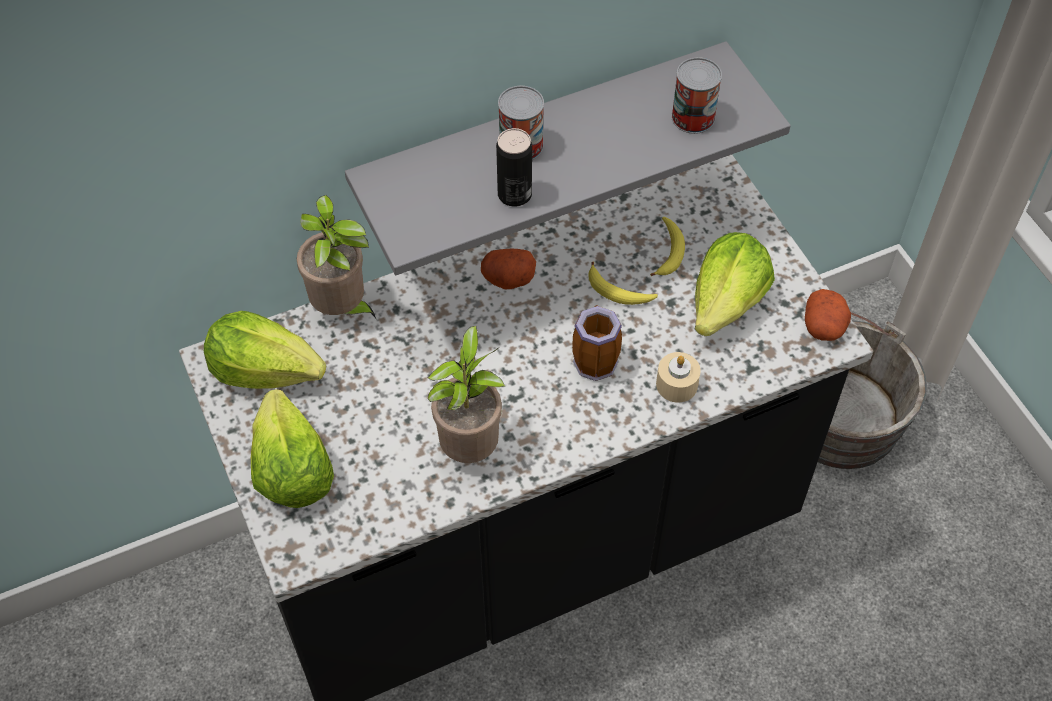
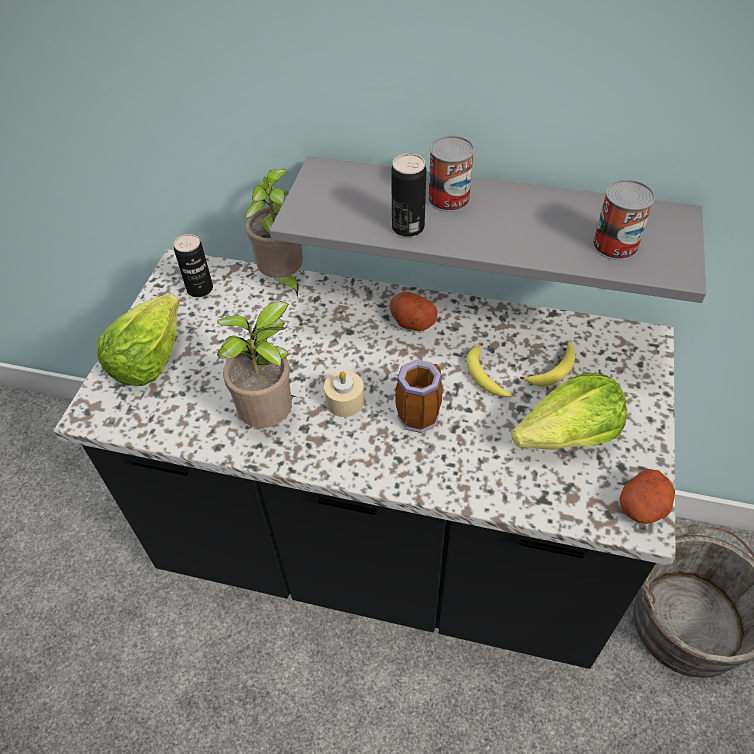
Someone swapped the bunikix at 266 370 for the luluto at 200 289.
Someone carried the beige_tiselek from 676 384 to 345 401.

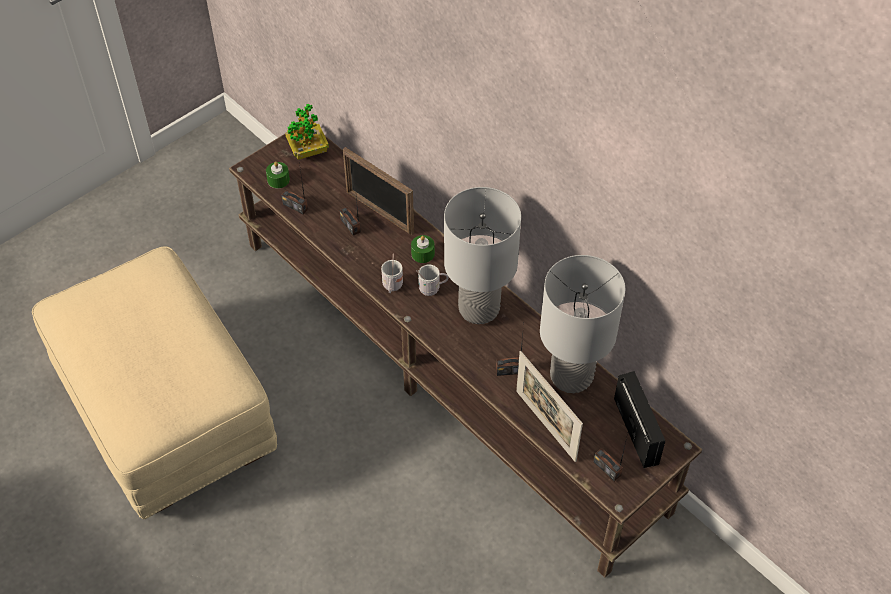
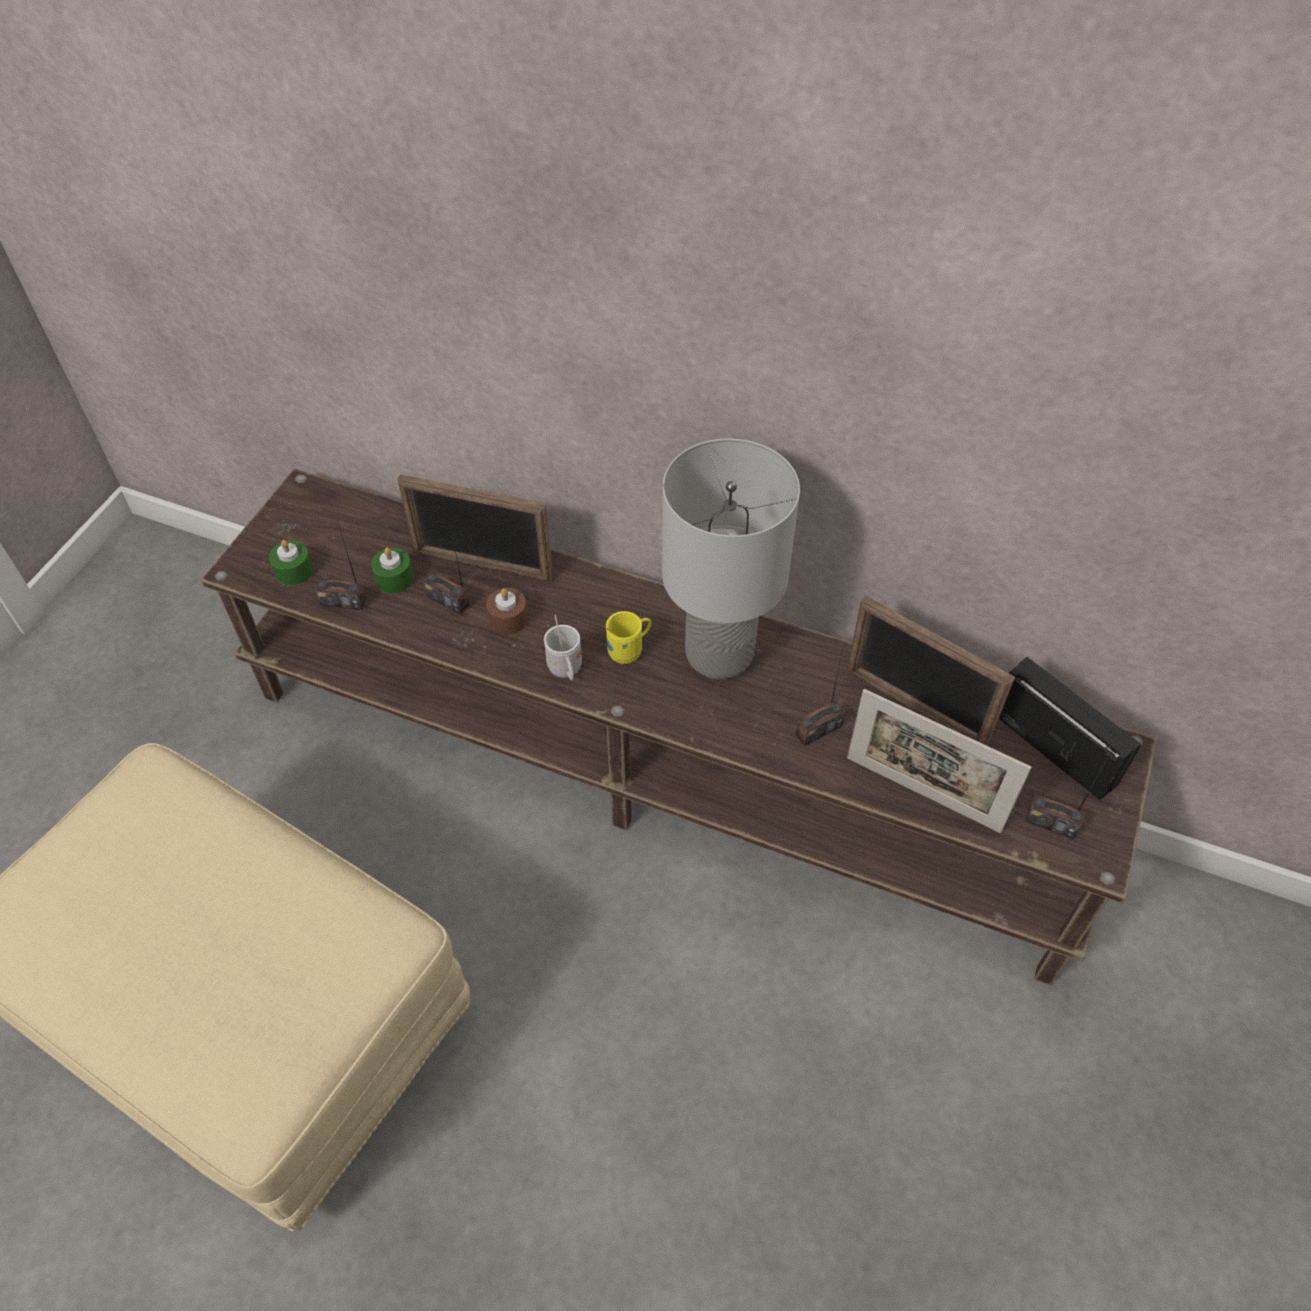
Someone took away the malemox at 308 150.
Someone carried the green_tiselek from 423 254 to 394 578.
Someone repainted the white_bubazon at 432 288, which became the yellow_bubazon at 629 650.
Someone swapped the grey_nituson at 572 379 for the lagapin at 915 707.
Someone put down the brown_tiselek at 508 619.

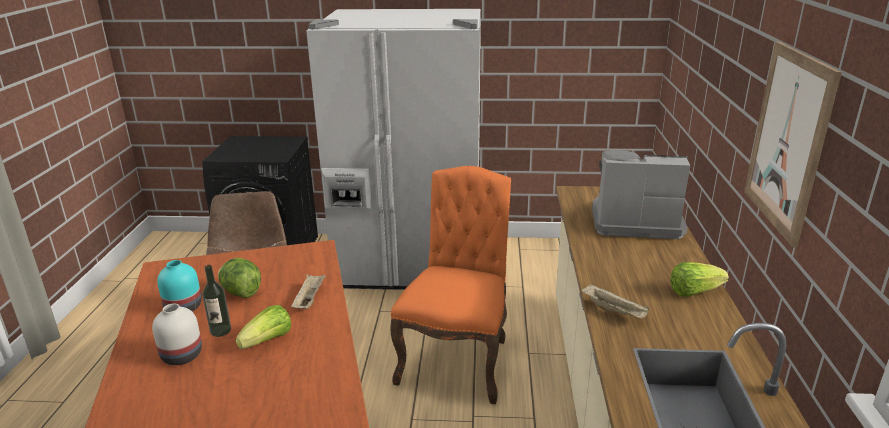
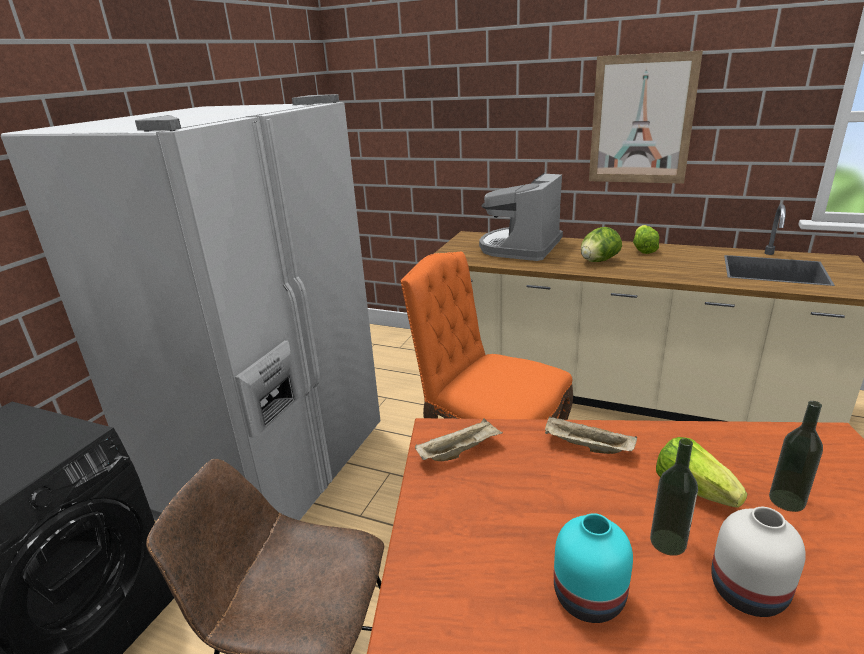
Someone carried the bunikix from 241 293 to 598 261.
Someone carried the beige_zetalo from 615 311 to 459 451.
Someone put down the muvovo at 786 500.

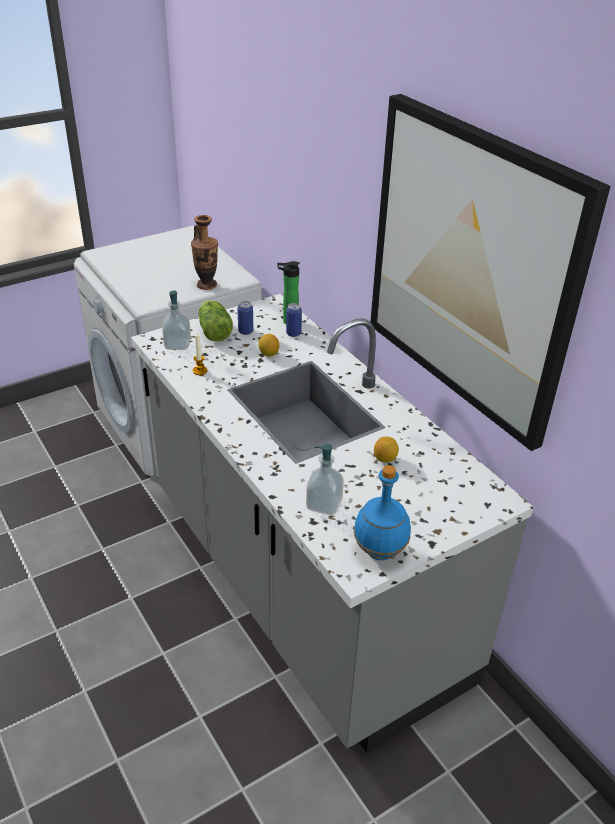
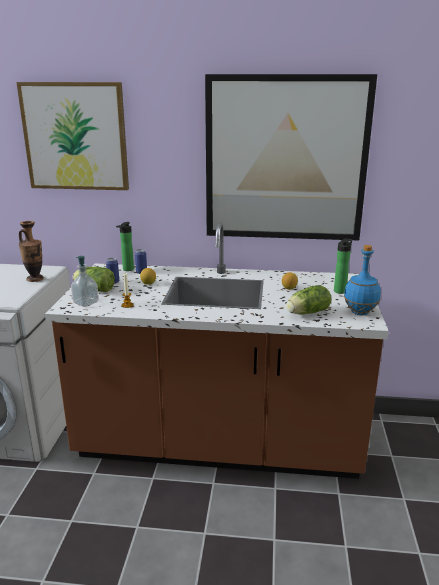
Someone repainted the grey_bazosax at 302 585, which became the brown_bazosax at 219 442.
Someone swapped the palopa at 324 504 for the bunikix at 306 313.
Someone put up the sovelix at 75 137.
Someone put down the muvovo at 340 290.

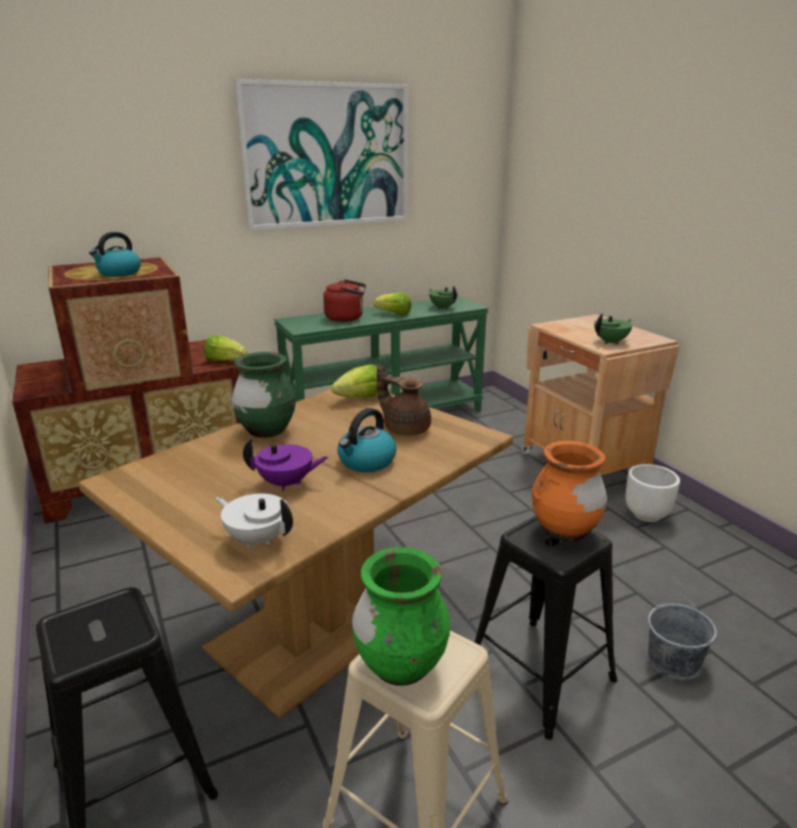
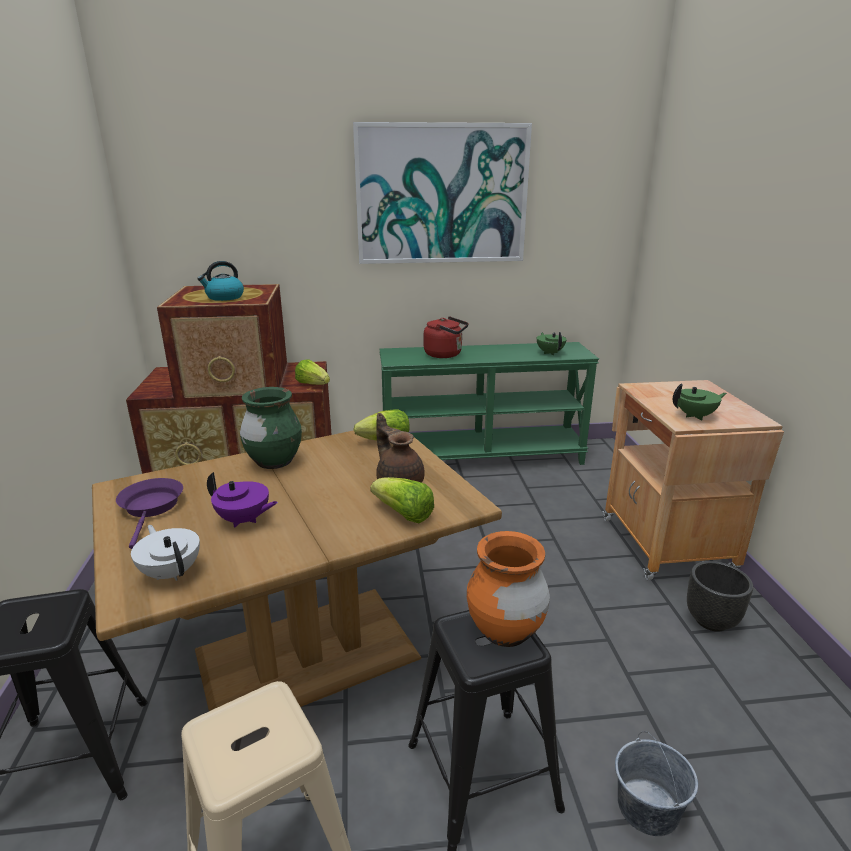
Someone took away the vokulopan at 366 462.
Someone took away the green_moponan at 401 665.
Someone carried the bunikix from 394 314 to 403 514.
Someone repainted the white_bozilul at 647 515, which became the black_bozilul at 712 621.
Someone put down the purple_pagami at 151 508.

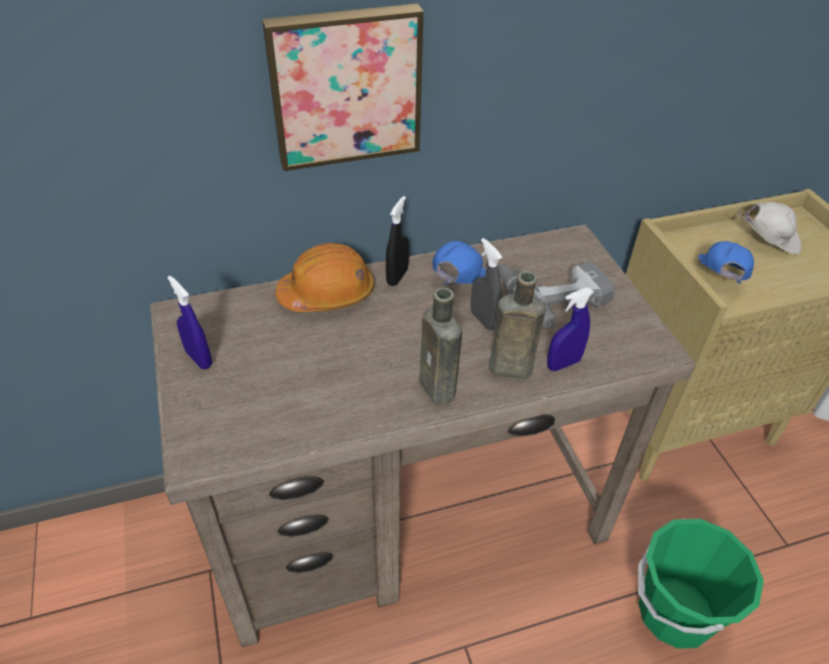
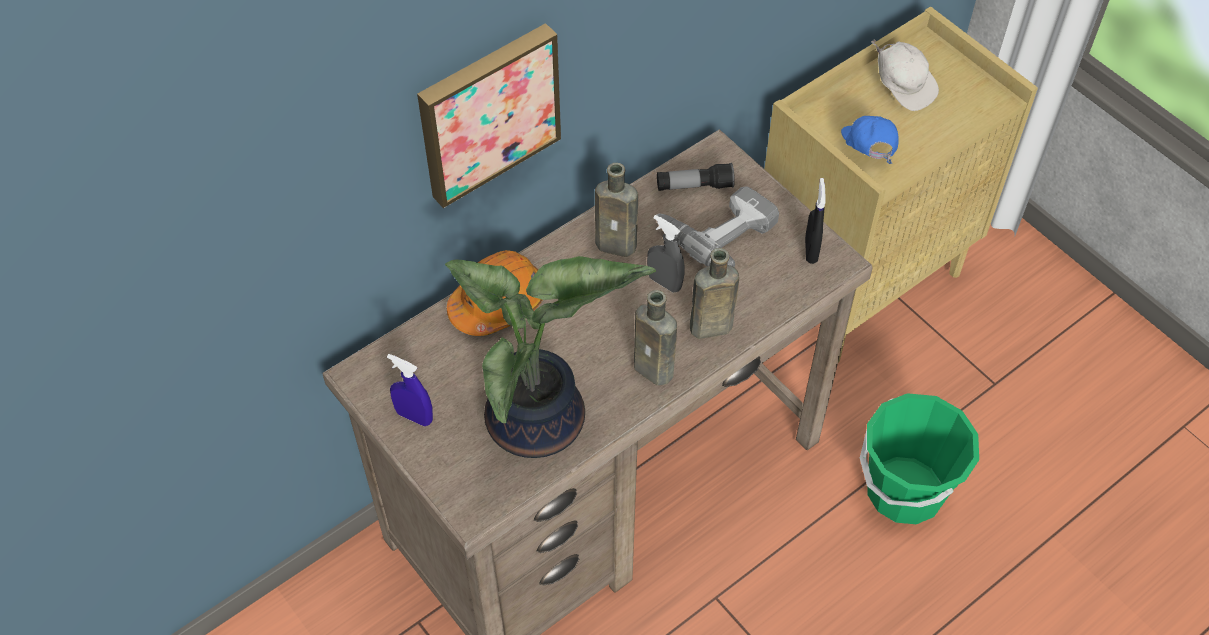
Someone carried the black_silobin from 397 277 to 811 250.
Someone swapped the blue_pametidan at 456 281 for the brown_muvovo at 619 245.
Someone took away the blue_silobin at 563 364.
Someone rotated the white_pametidan at 767 241 by 60 degrees clockwise.
Someone put down the malemox at 540 425.
Someone put down the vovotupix at 694 186.

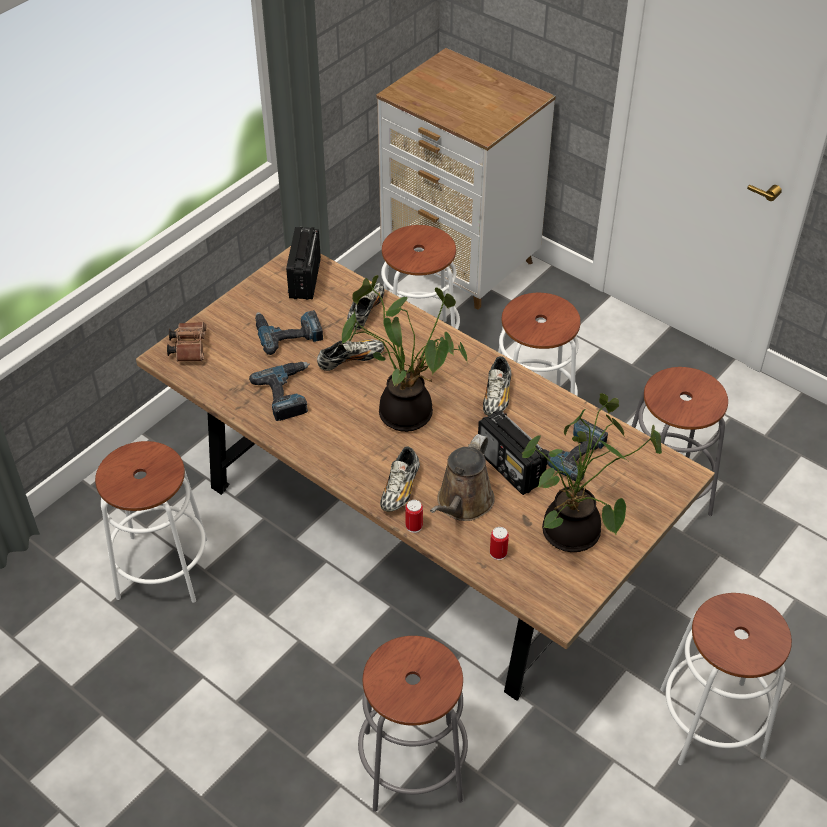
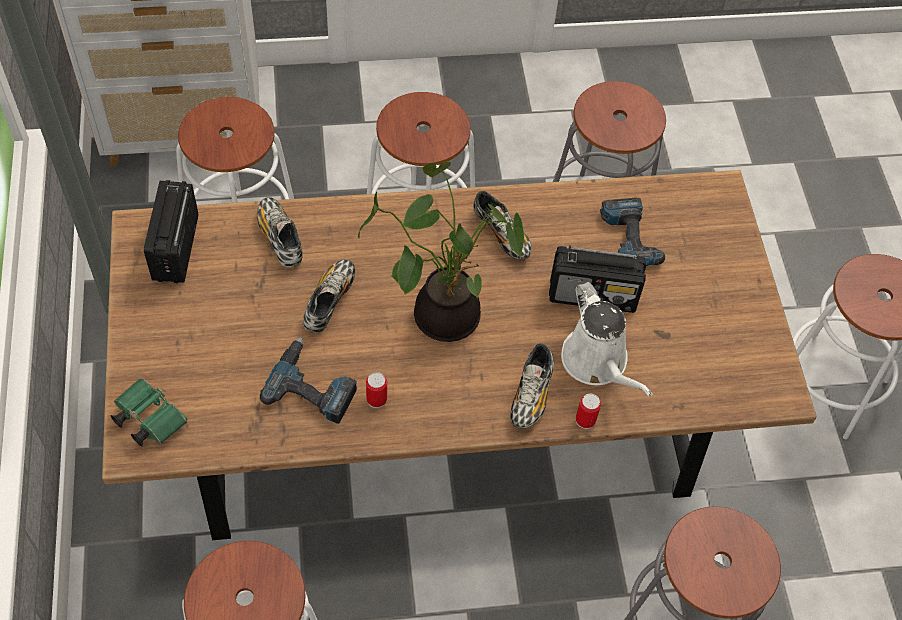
Someone repainted the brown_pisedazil at 189 347, which became the green_pisedazil at 148 418.
Someone took away the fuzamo at 288 333.
Someone rotated the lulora at 304 279 by 45 degrees clockwise.
Someone rotated the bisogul at 400 489 by 45 degrees clockwise.
Someone repainted the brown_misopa at 463 504, which became the white_misopa at 597 363.
Someone carried the luluto from 498 553 to 376 399.
Someone took away the malemox at 574 536.

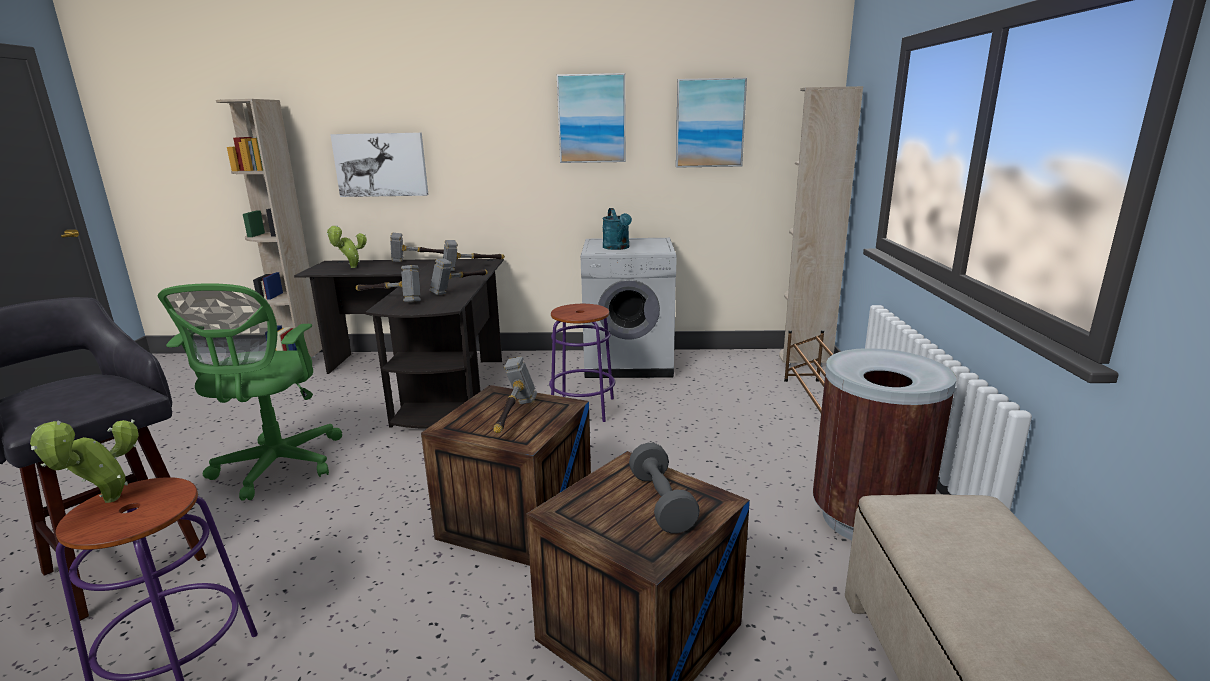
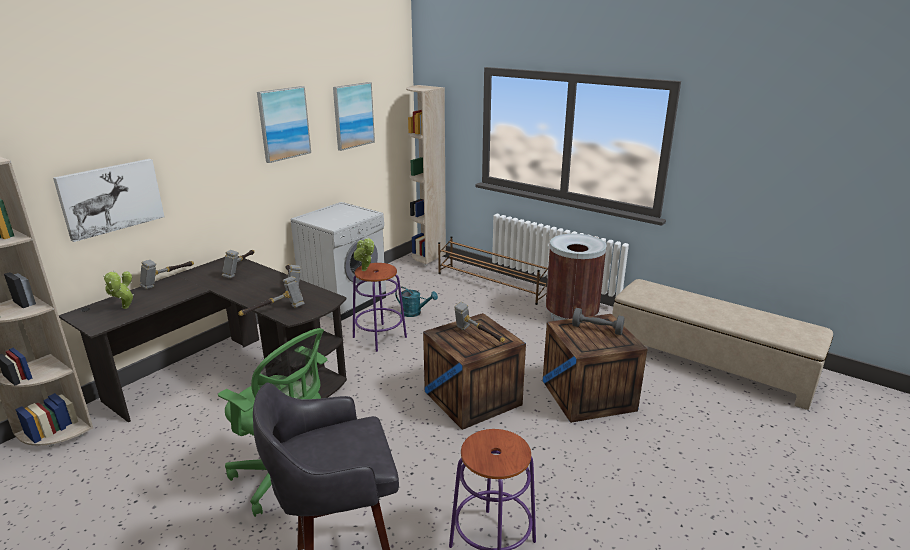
Someone carried the malemox from 107 502 to 365 270.
Someone carried the turquoise_misopa from 617 248 to 414 313.

